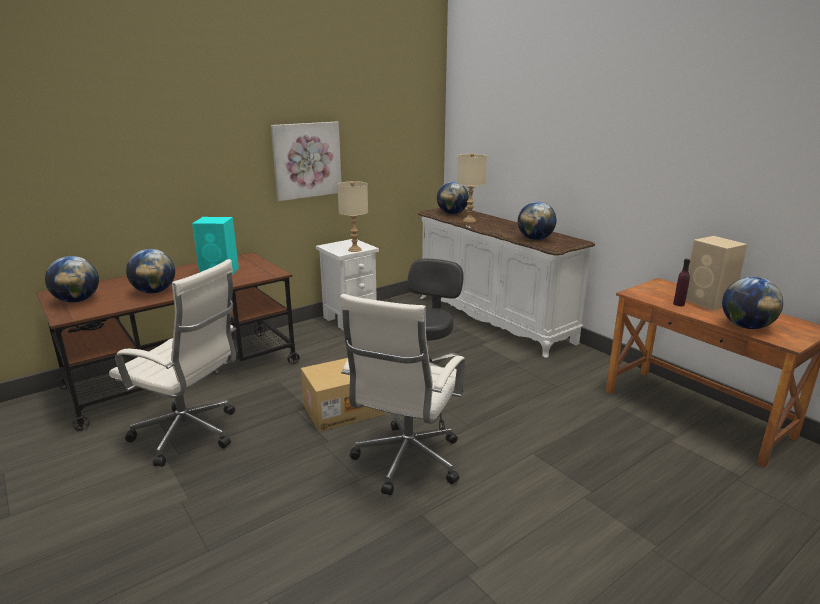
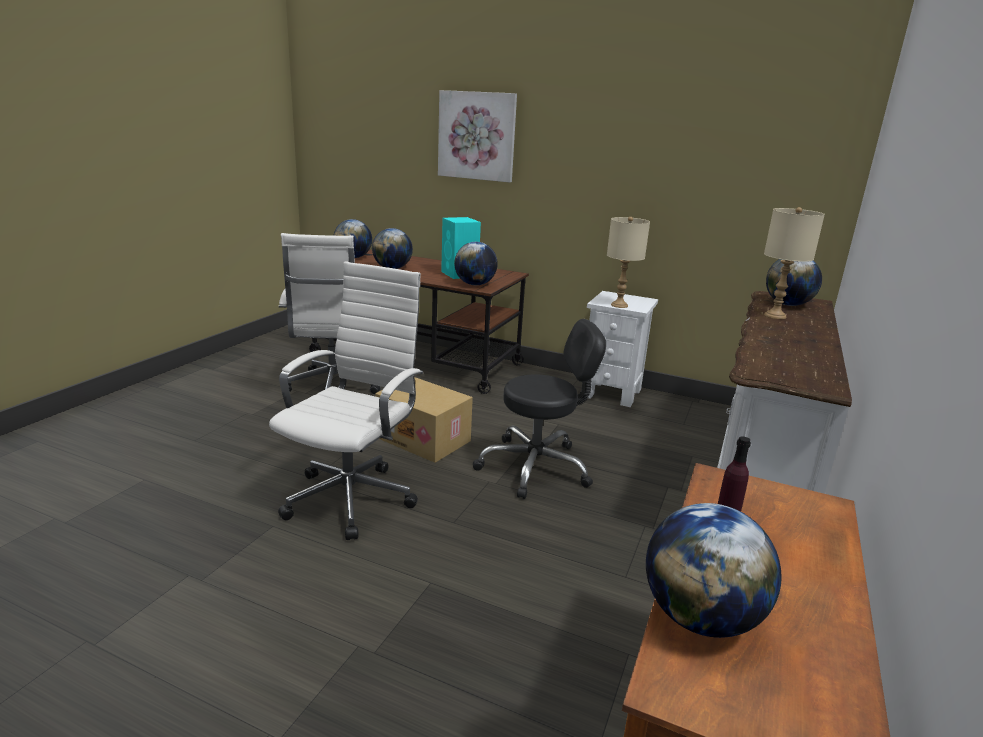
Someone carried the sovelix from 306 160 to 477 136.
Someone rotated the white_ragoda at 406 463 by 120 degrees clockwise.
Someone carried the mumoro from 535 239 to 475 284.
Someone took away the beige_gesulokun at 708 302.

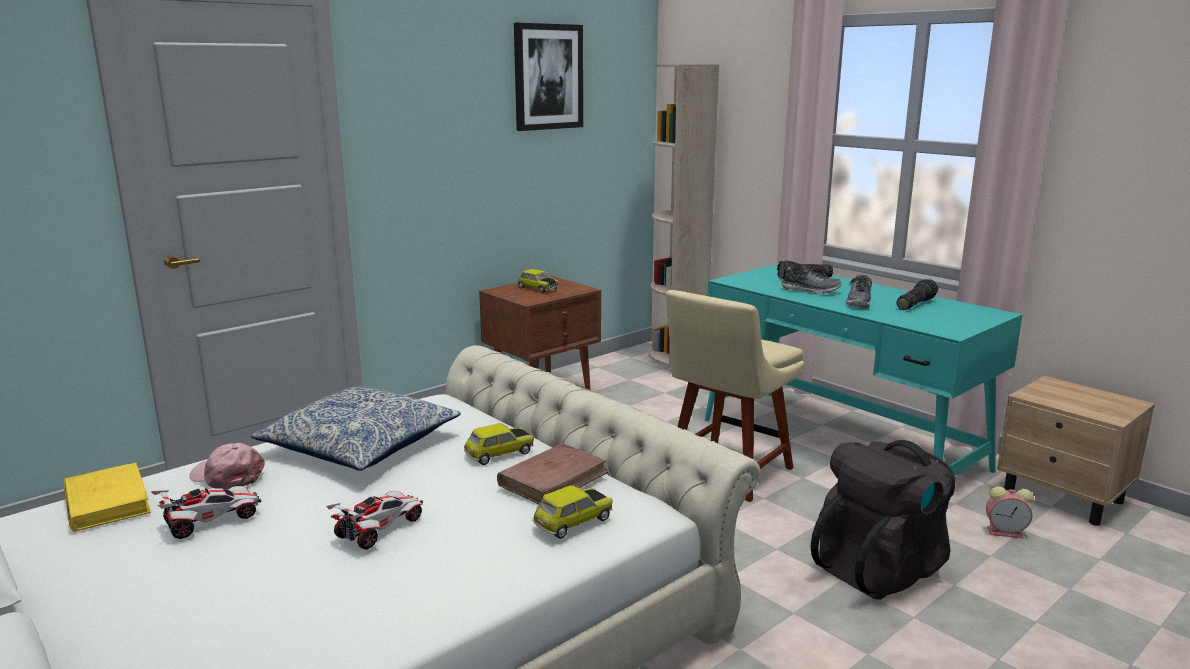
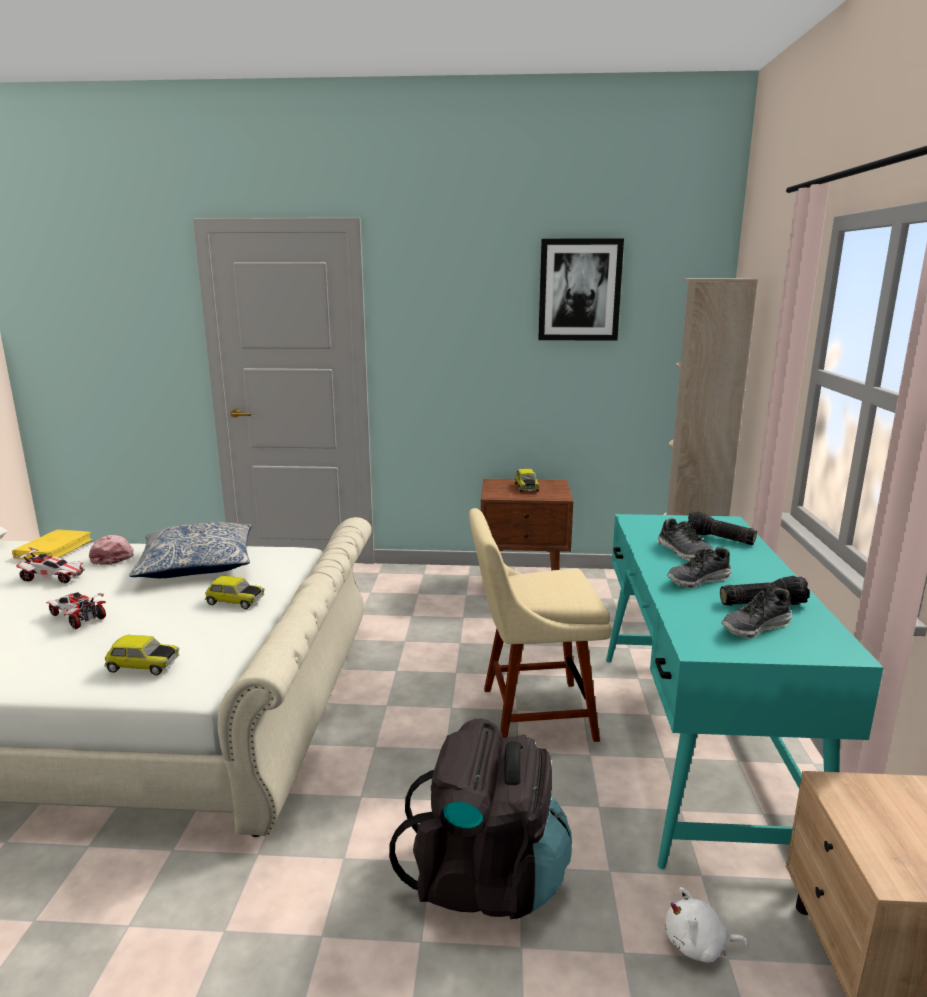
Someone rotated the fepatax at 379 529 by 135 degrees counterclockwise.
Someone took away the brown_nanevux at 553 479.
Someone swapped the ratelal at 1006 532 for the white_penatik at 698 945.
Someone put down the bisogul at 755 627.

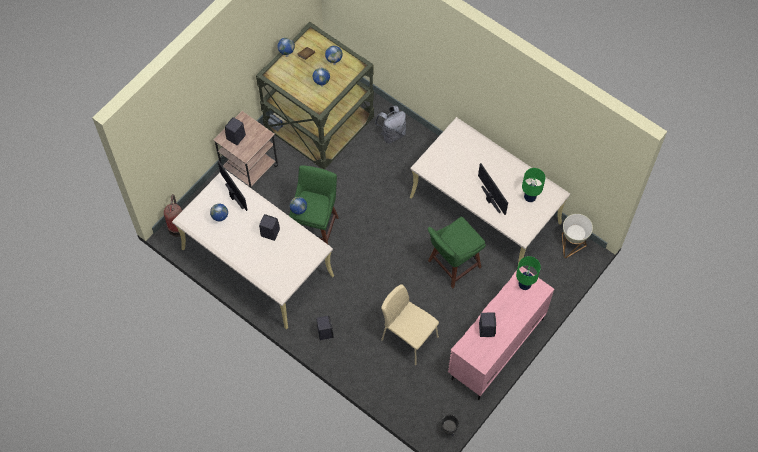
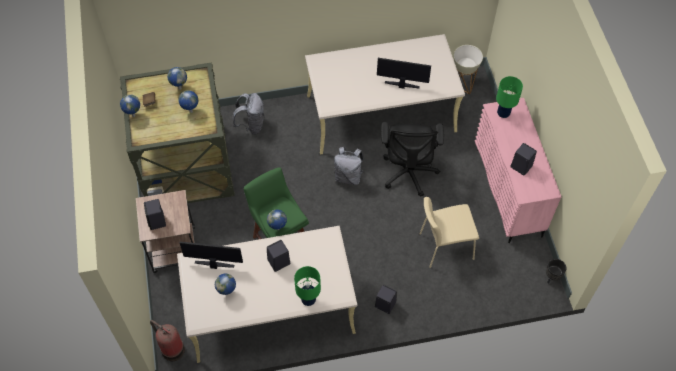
Someone swapped the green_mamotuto at 452 265 for the black_ragoda at 408 169.
Someone carried the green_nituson from 530 197 to 308 300.
Someone put down the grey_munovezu at 348 176.

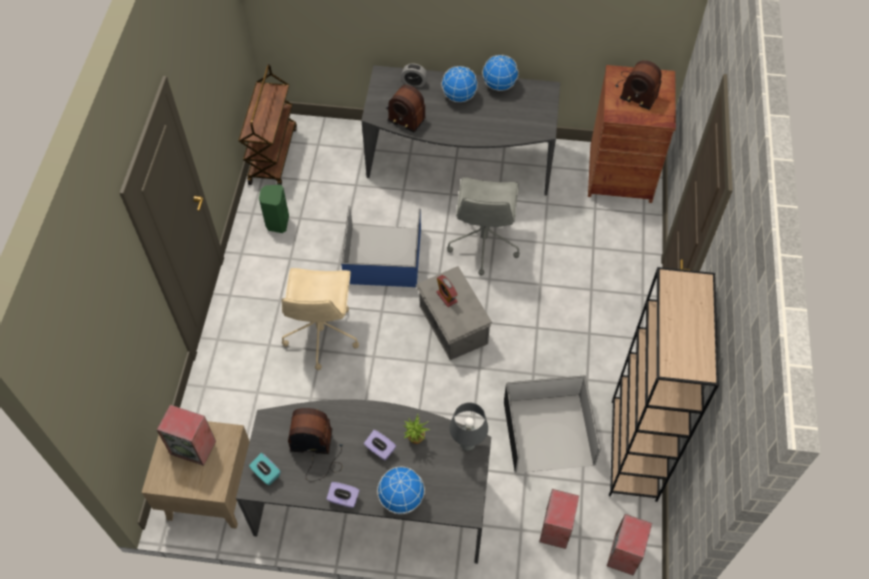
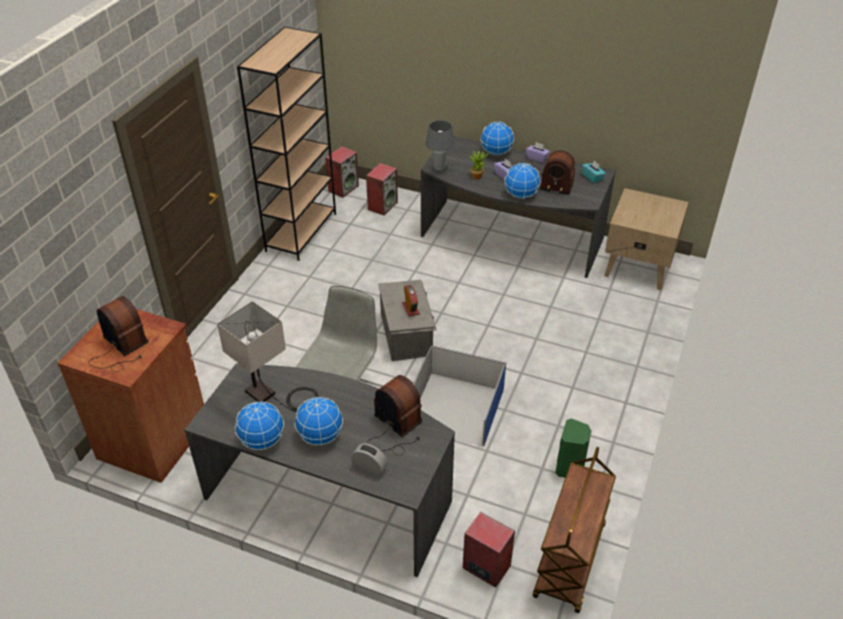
Someone carried the gesulokun from 194 447 to 485 567.
Someone took away the beige_ragoda at 322 332.
Someone took away the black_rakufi at 547 432.
Someone put down the nituson at 277 397.
Someone put down the mumoro at 521 195.

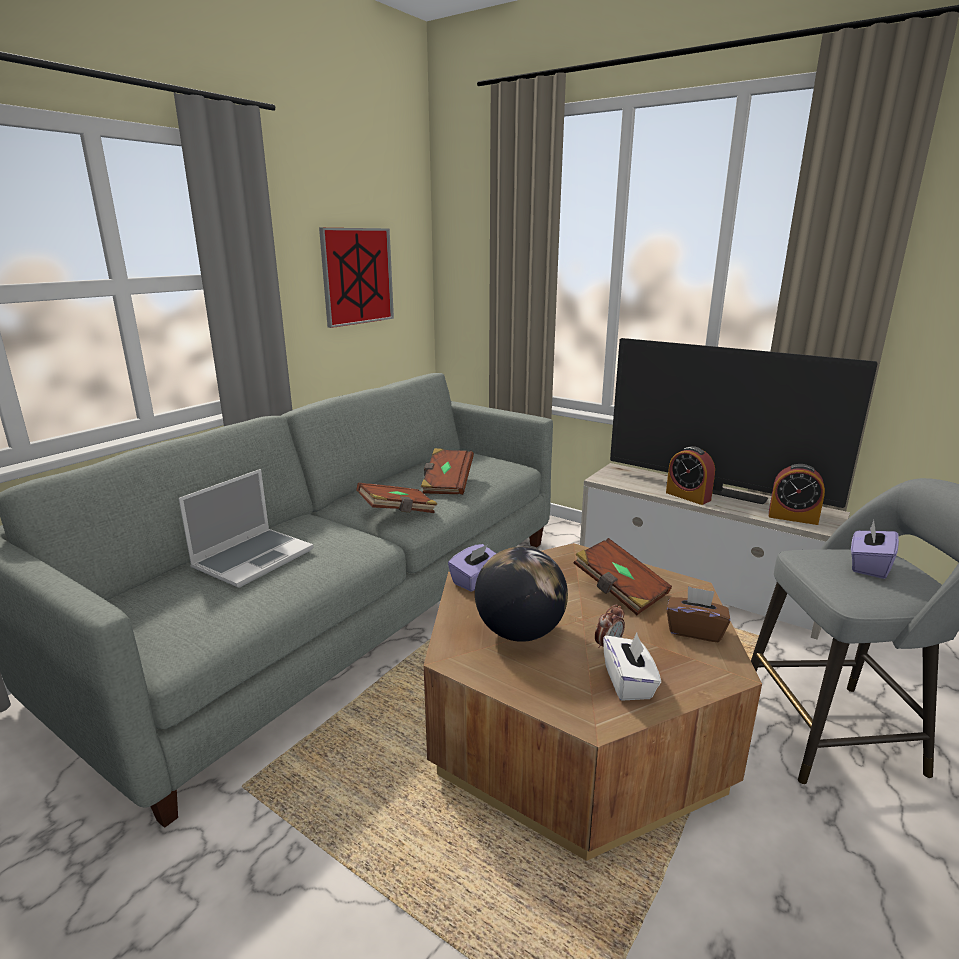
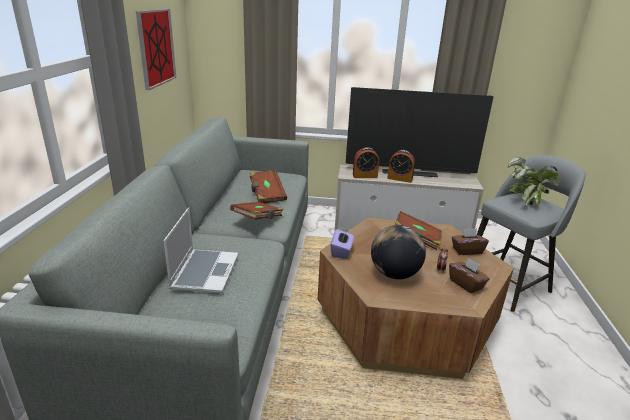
Someone repainted the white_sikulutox at 629 683, which became the brown_sikulutox at 466 284.
Someone carried the ratelal from 792 517 to 365 176.
Someone swapped the purple_sikulutox at 868 566 for the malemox at 526 201.

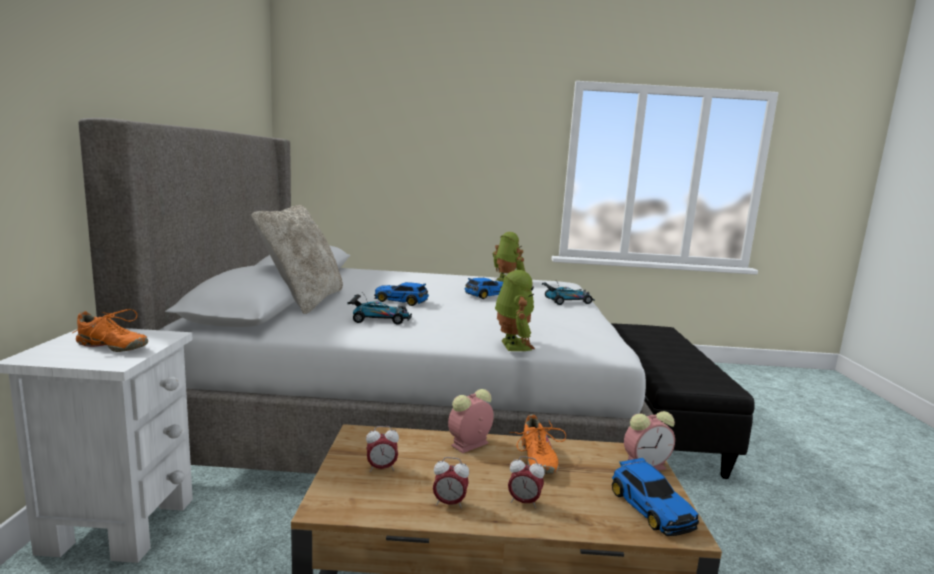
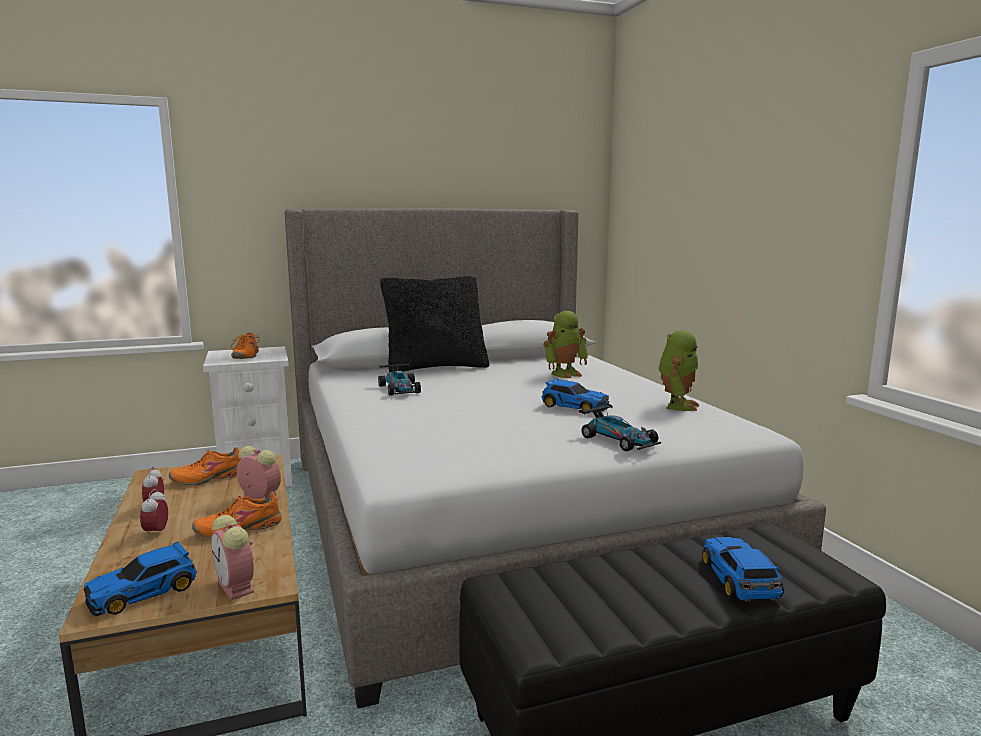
Someone repainted the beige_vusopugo at 304 299, which became the black_vusopugo at 436 366.
Someone swapped the ratelal at 381 468 for the orange_bisogul at 208 478.
Someone carried the fepatax from 402 301 to 739 580.
Someone carried the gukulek from 512 345 to 565 373.

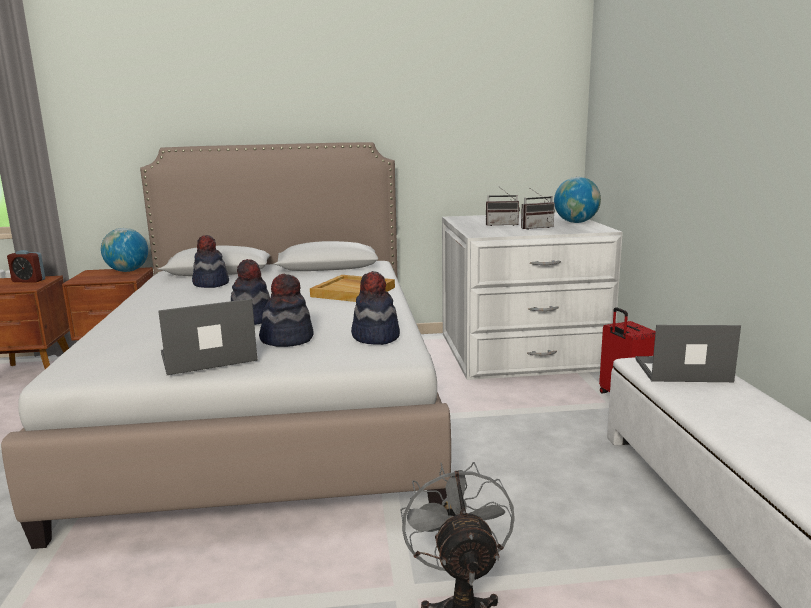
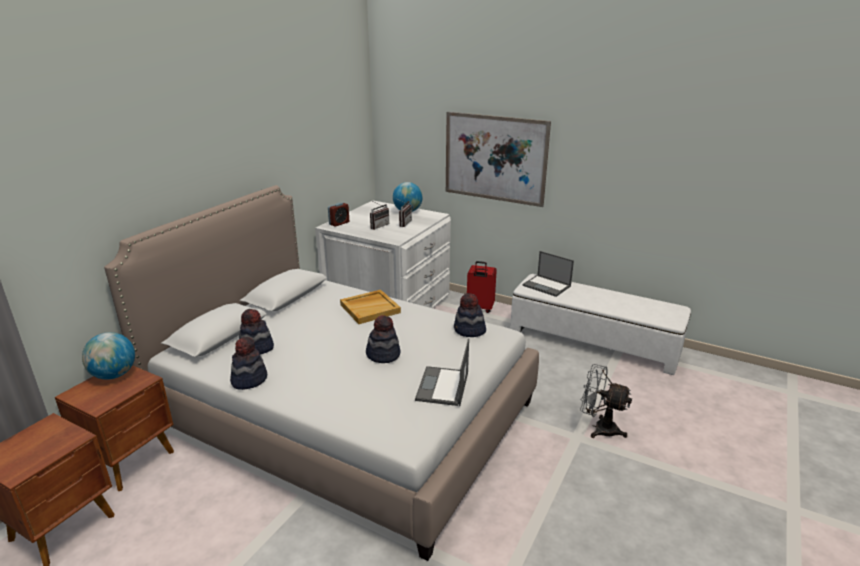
Someone carried the ratelal from 29 281 to 339 223.
Someone carried the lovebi from 287 339 to 249 379.
Someone rotated the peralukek at 681 370 by 90 degrees counterclockwise.
Someone put up the sovelix at 495 158.

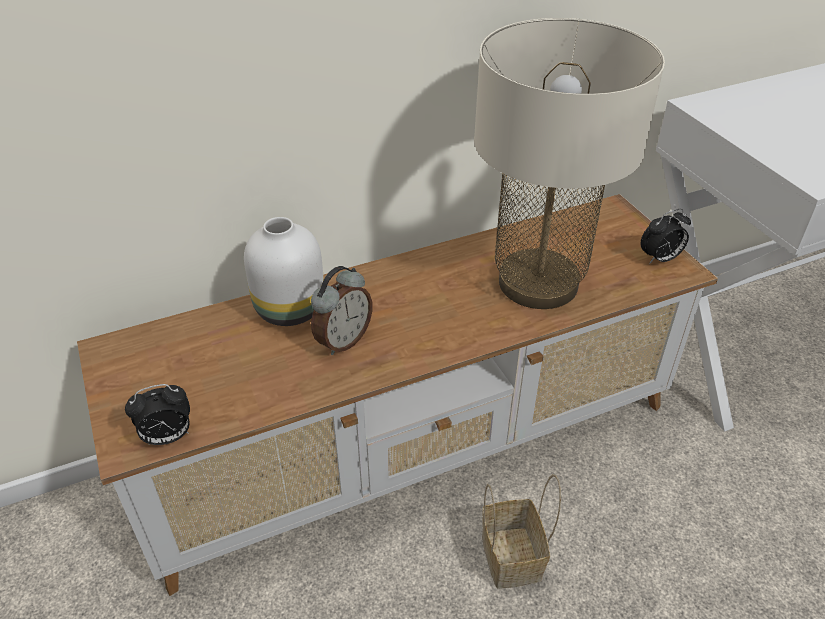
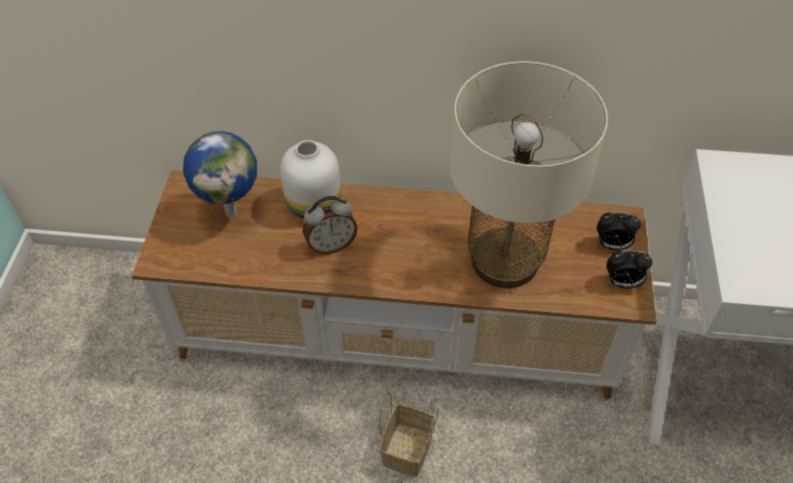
Someone carried the ratelal from 167 437 to 612 245.
Someone put down the mumoro at 231 212.

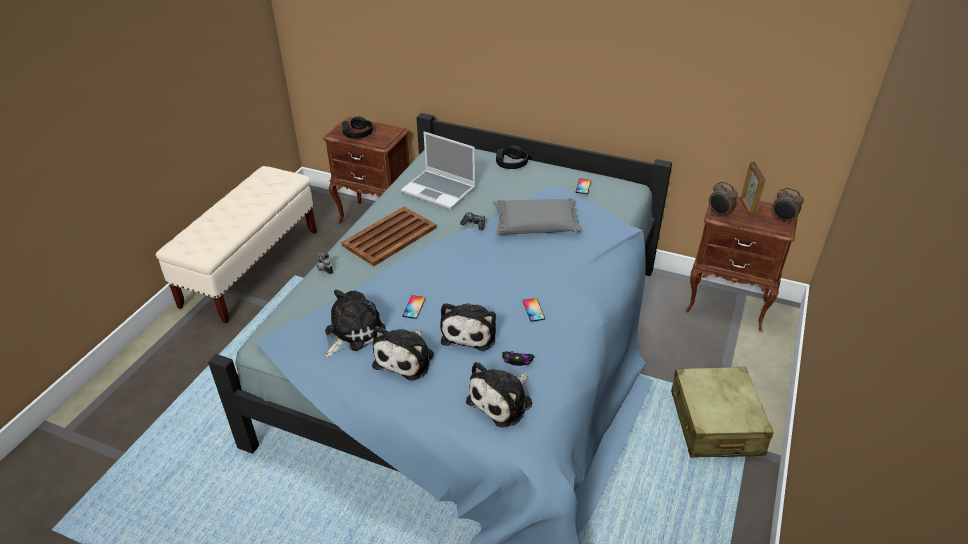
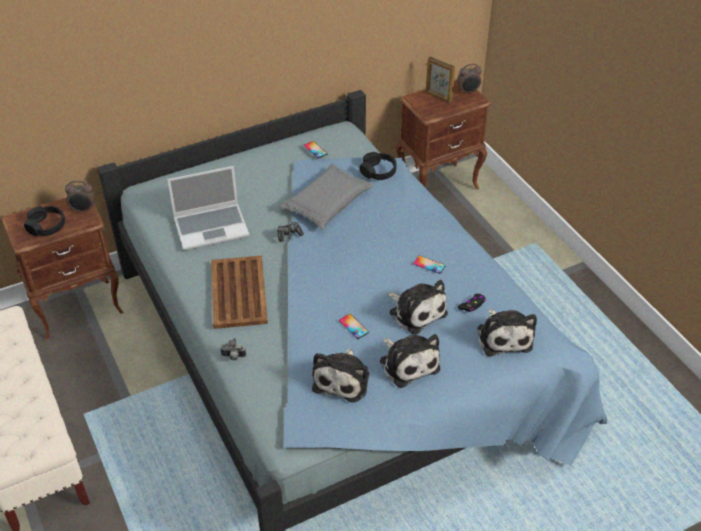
Someone rotated the penatik at 351 332 by 150 degrees counterclockwise.
Someone carried the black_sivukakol from 511 163 to 378 171.
Someone took away the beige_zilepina at 715 423.
Someone carried the ratelal from 719 213 to 83 210.

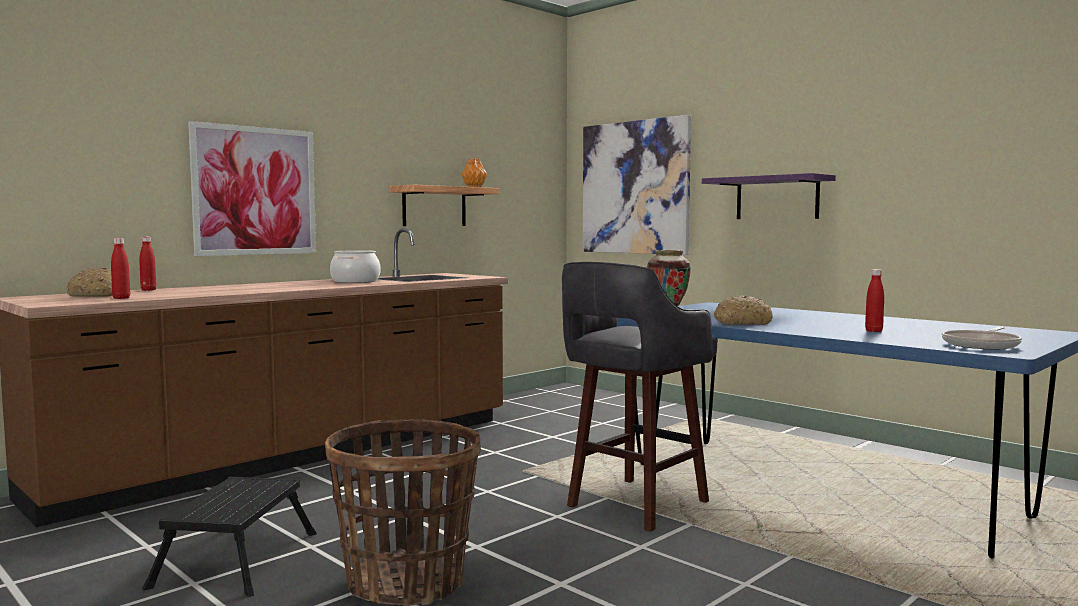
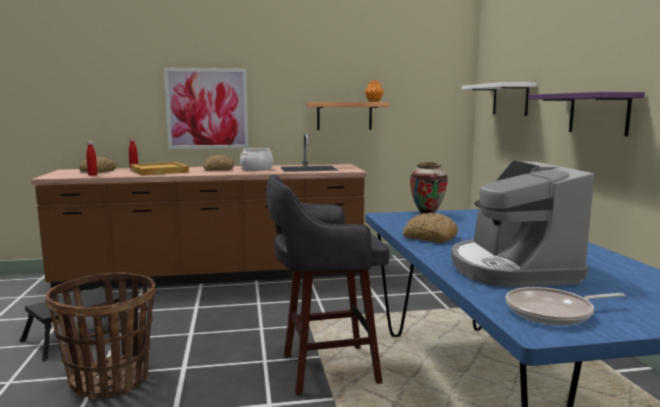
Someone swapped the sovelix at 635 187 for the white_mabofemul at 510 99.
Someone swapped the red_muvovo at 873 331 for the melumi at 511 269.
Someone put down the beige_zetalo at 159 171.
Someone put down the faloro at 218 169.

